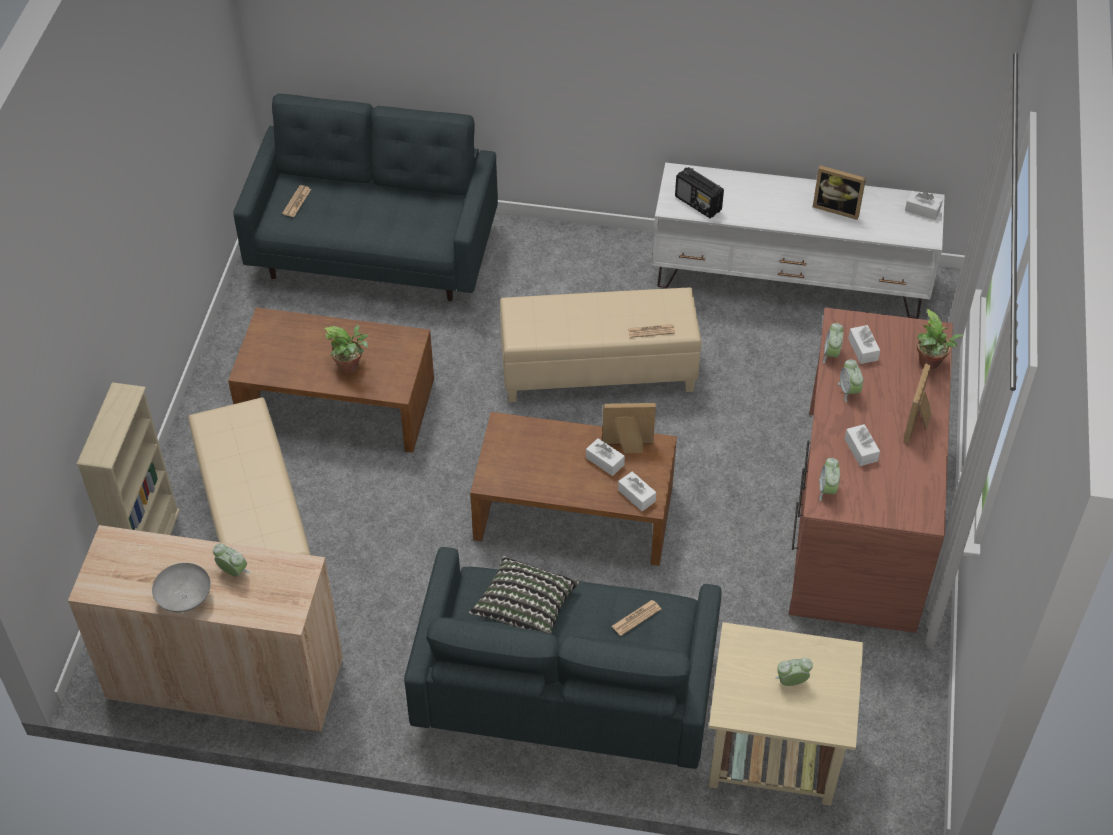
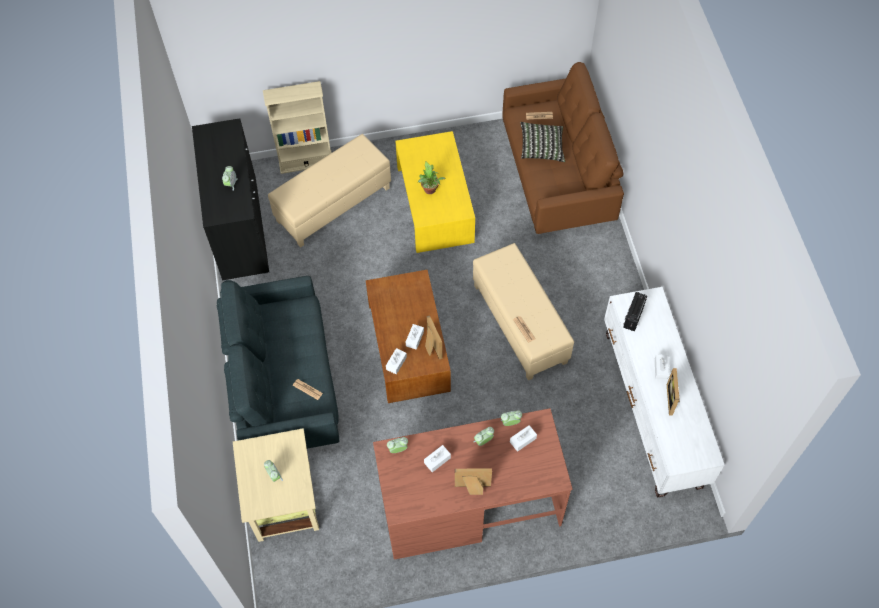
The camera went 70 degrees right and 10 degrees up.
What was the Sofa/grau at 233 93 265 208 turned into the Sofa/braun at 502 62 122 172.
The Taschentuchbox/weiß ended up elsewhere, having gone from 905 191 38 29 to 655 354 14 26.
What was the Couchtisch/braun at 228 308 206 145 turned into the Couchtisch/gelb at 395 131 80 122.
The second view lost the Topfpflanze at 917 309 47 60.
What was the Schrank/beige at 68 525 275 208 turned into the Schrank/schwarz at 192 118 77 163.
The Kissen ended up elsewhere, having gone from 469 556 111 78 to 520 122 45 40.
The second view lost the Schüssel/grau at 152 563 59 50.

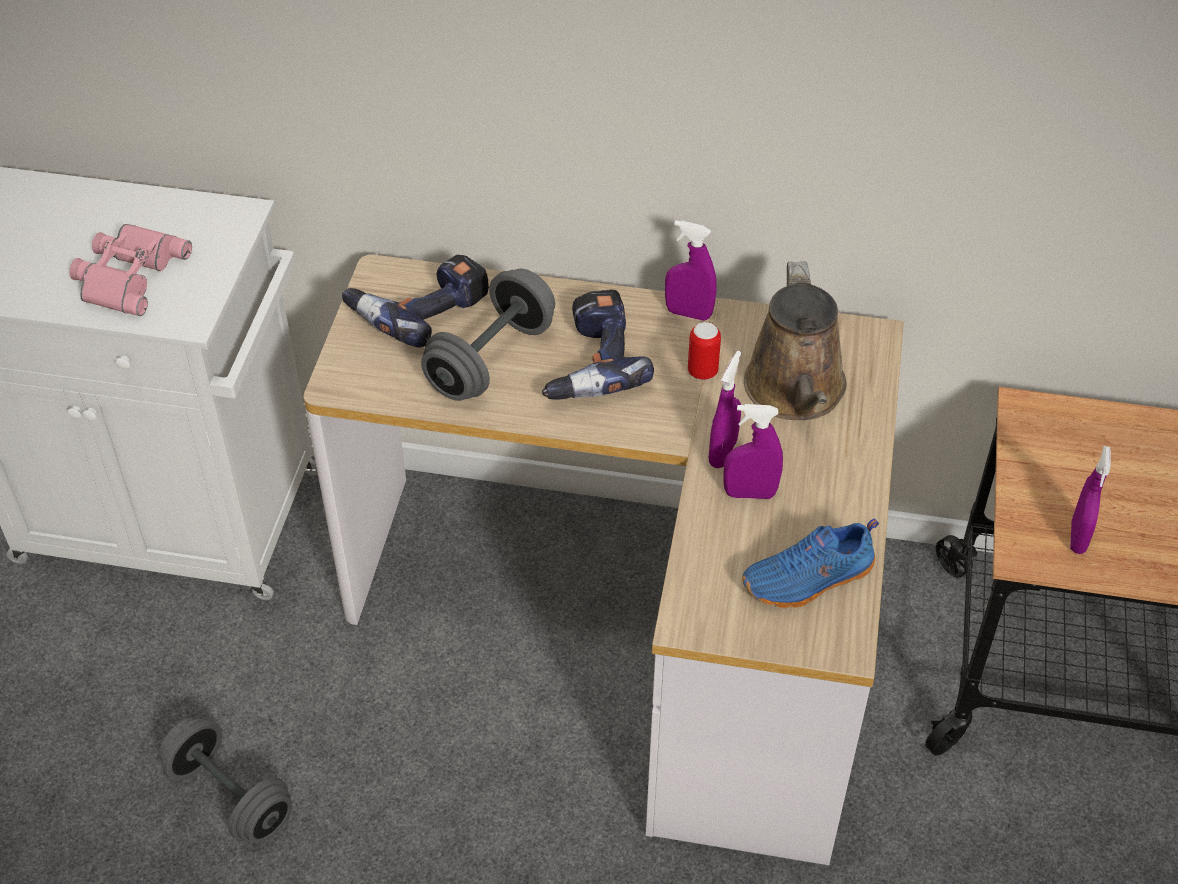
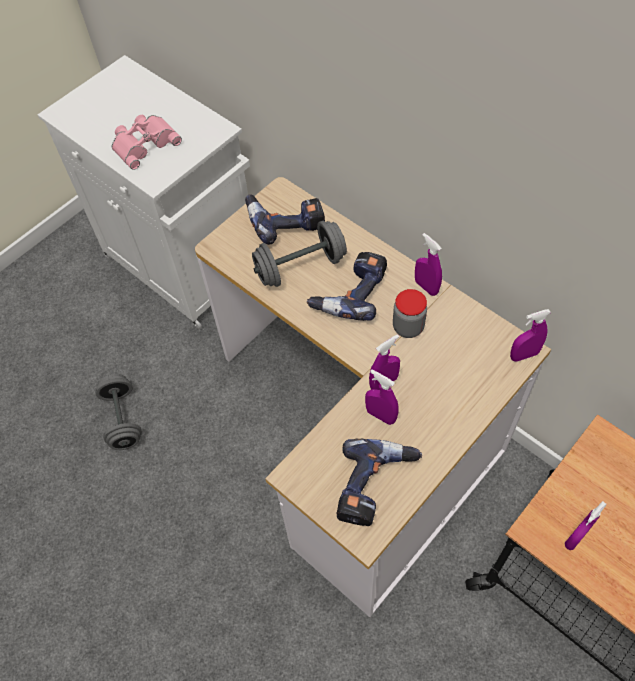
The camera went 35 degrees right and 10 degrees up.
The second view lost the Gießkanne/braun at 744 261 103 159.
Where the Dose stood at 688 322 33 58, the Vorratsglas came to stand at 393 289 34 49.
Where the Schuh/blau stood at 742 518 137 90, the Bohrmaschine came to stand at 336 439 86 87.
The second view gained the Sprühflasche/lila at 510 309 41 53.

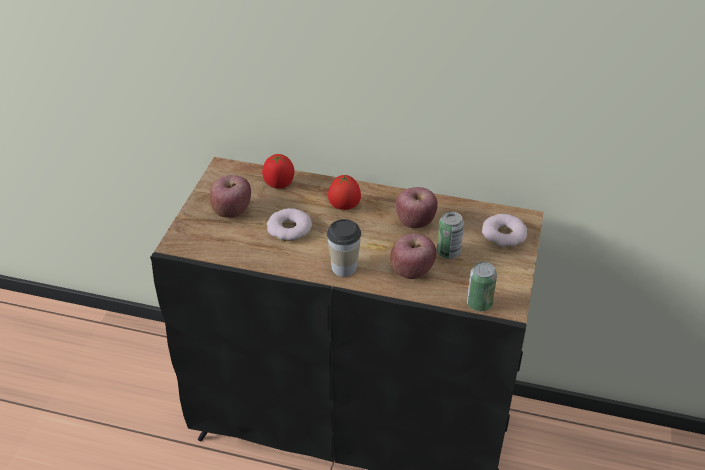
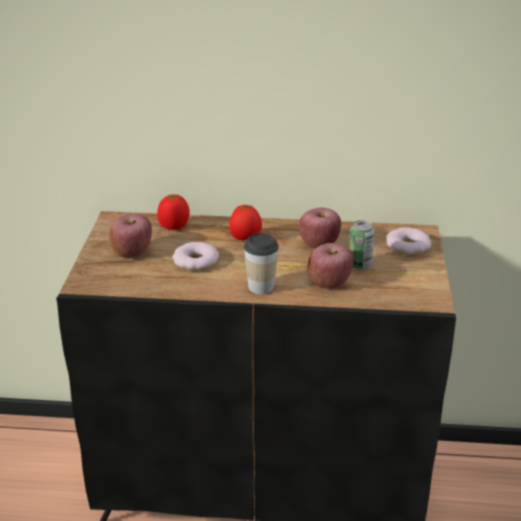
The camera went 10 degrees left and 10 degrees down.
The second view lost the Dose at 467 262 30 49.

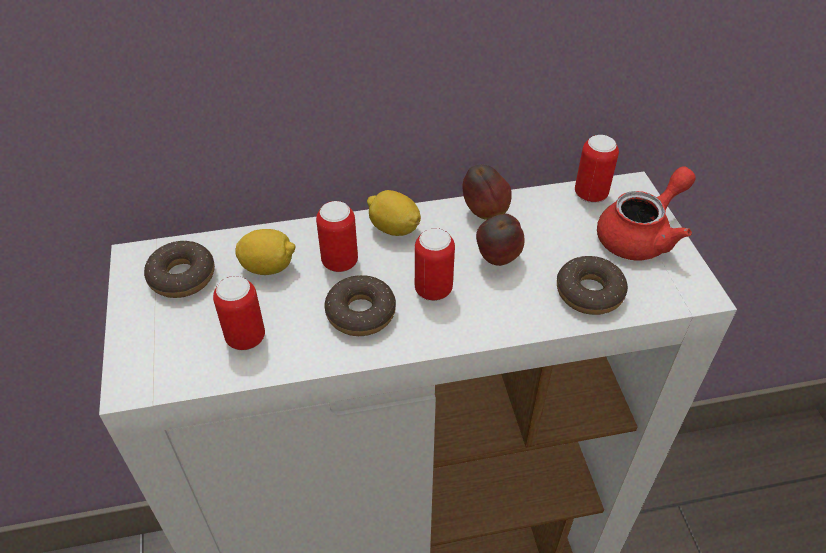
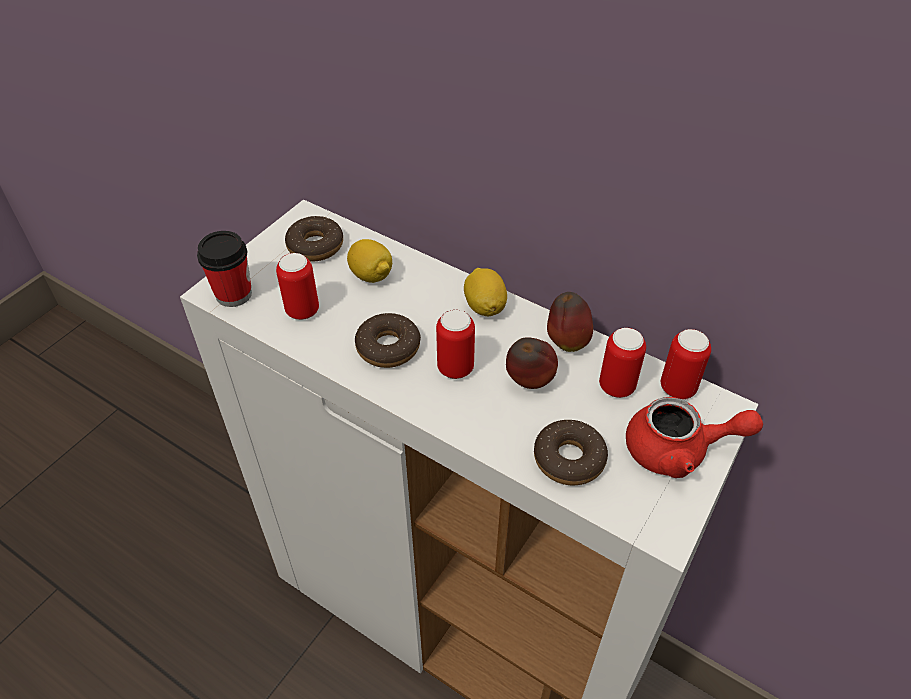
The camera went 45 degrees right and 0 degrees up.
The Dose ended up elsewhere, having gone from 316 201 42 71 to 599 328 47 70.
The second view gained the Tasse at 197 231 55 76.

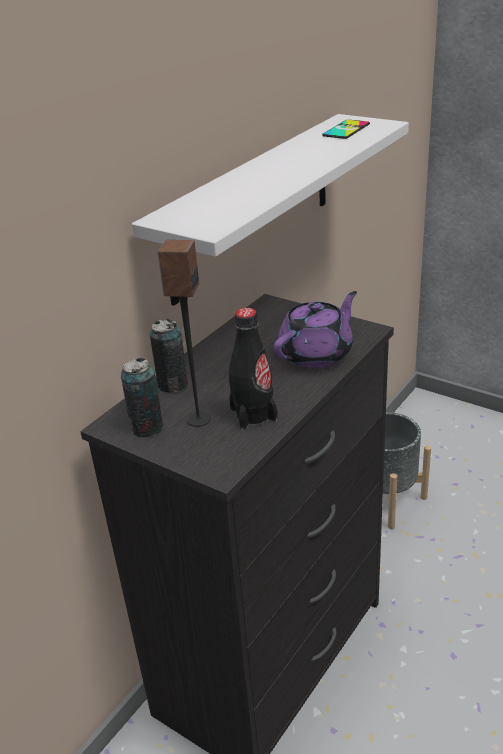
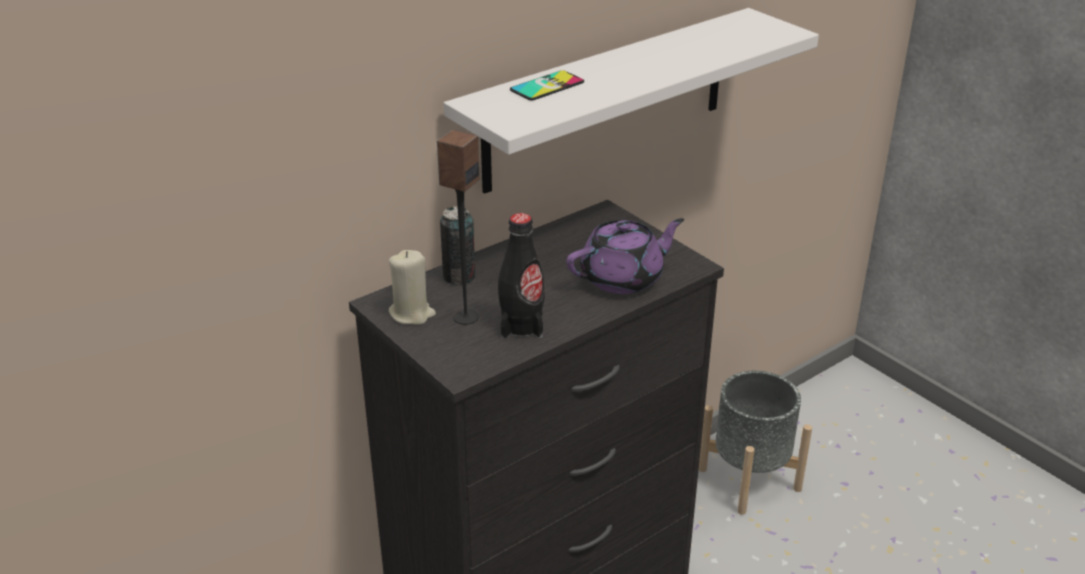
The camera went 15 degrees right and 0 degrees up.
The Handy ended up elsewhere, having gone from 322 120 48 19 to 510 70 74 30.
Where the Dose stood at 121 358 42 79, the Kerze/beige came to stand at 389 250 47 75.

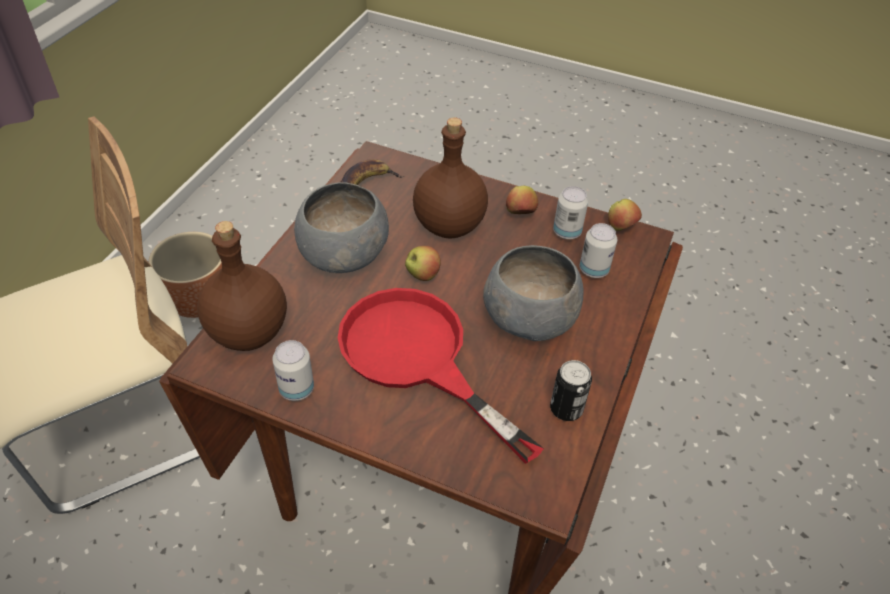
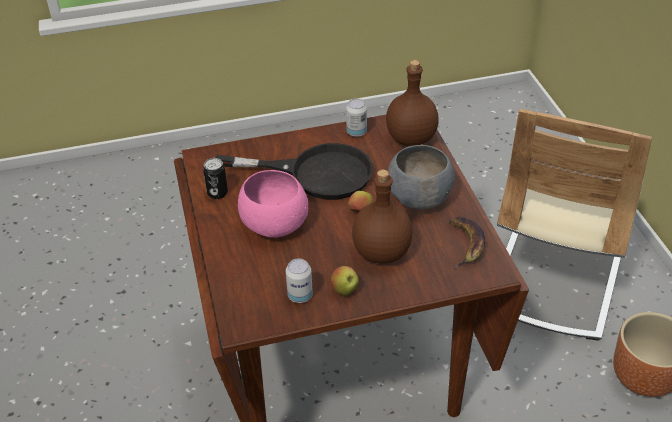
The camera went 145 degrees right and 5 degrees down.
The second view lost the Apfel at 608 199 34 32.
The second view lost the Dose at 579 223 38 55.
What was the Schüssel/grau at 483 245 101 96 turned into the Schüssel/rosa at 238 170 70 68.
What was the Pfanne/rot at 338 288 206 176 turned into the Pfanne/schwarz at 215 143 158 57.

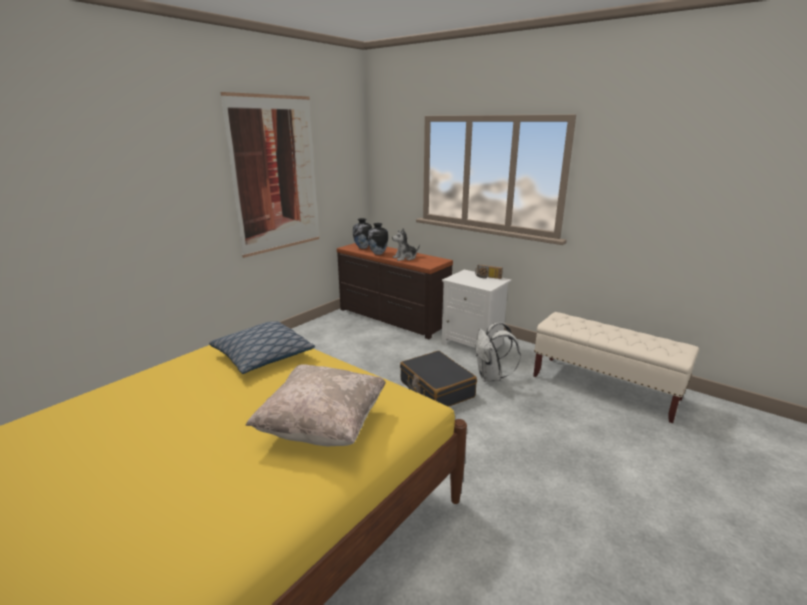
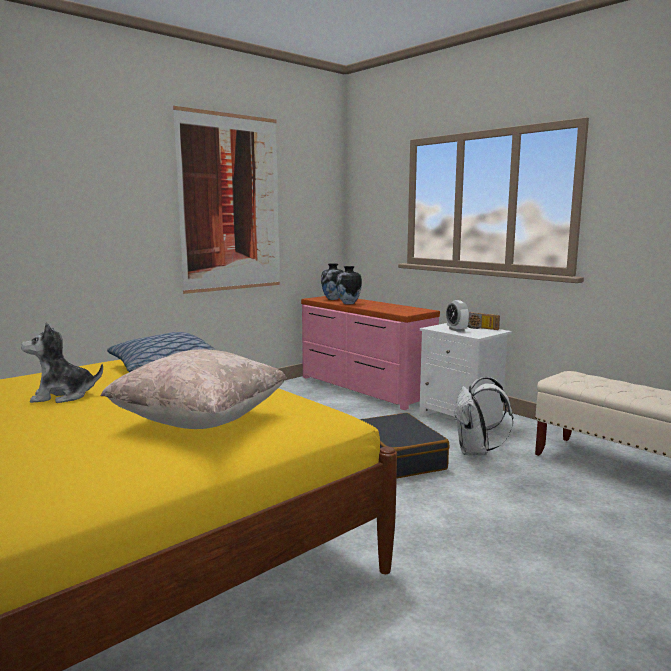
The camera went 10 degrees right and 10 degrees down.
The Plüschtier ended up elsewhere, having gone from 392 228 28 33 to 21 323 82 80.
What was the Kommode/braun at 337 243 116 96 turned into the Kommode/rosa at 301 296 139 114.
The second view gained the Wecker at 446 300 23 32.

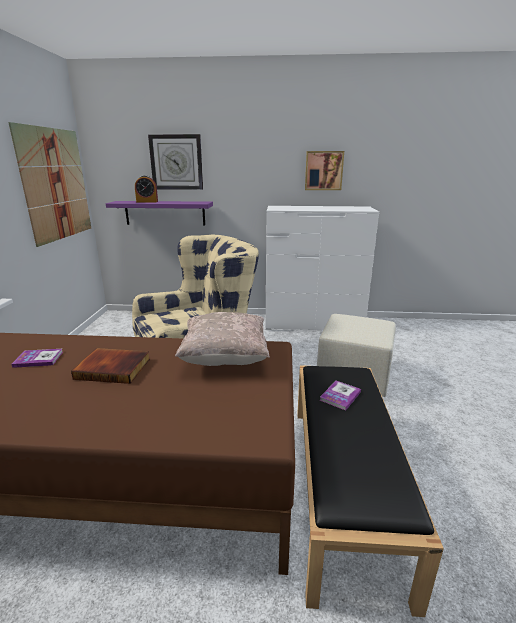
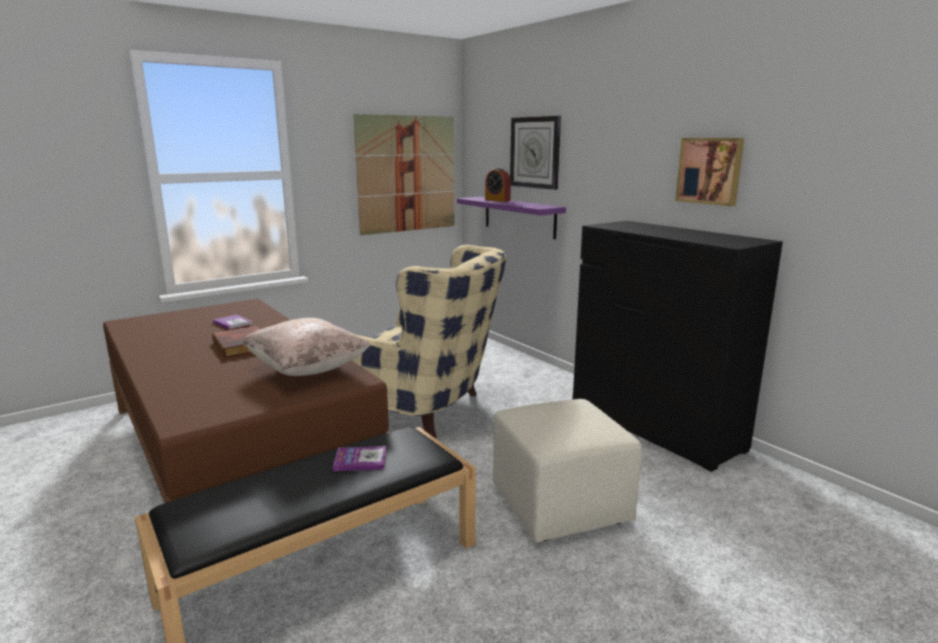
The camera went 50 degrees right and 5 degrees down.
What was the Kommode/weiß at 266 206 113 124 turned into the Kommode/schwarz at 573 221 210 251.

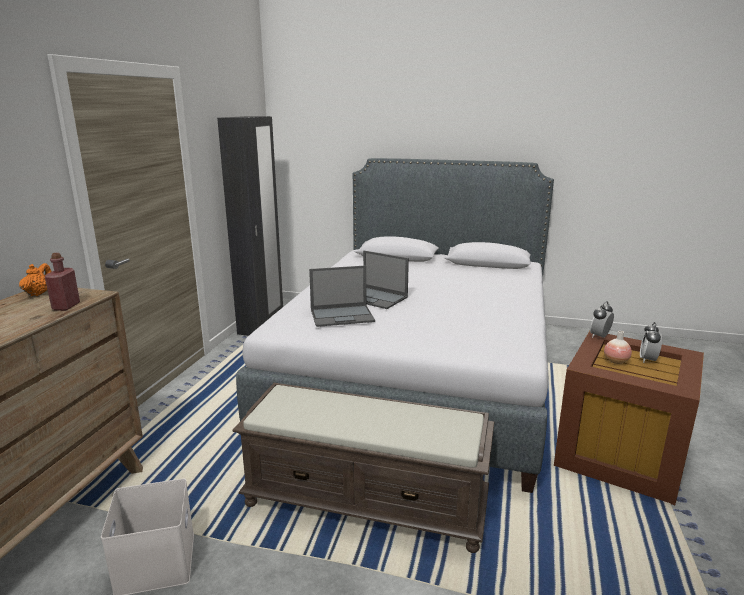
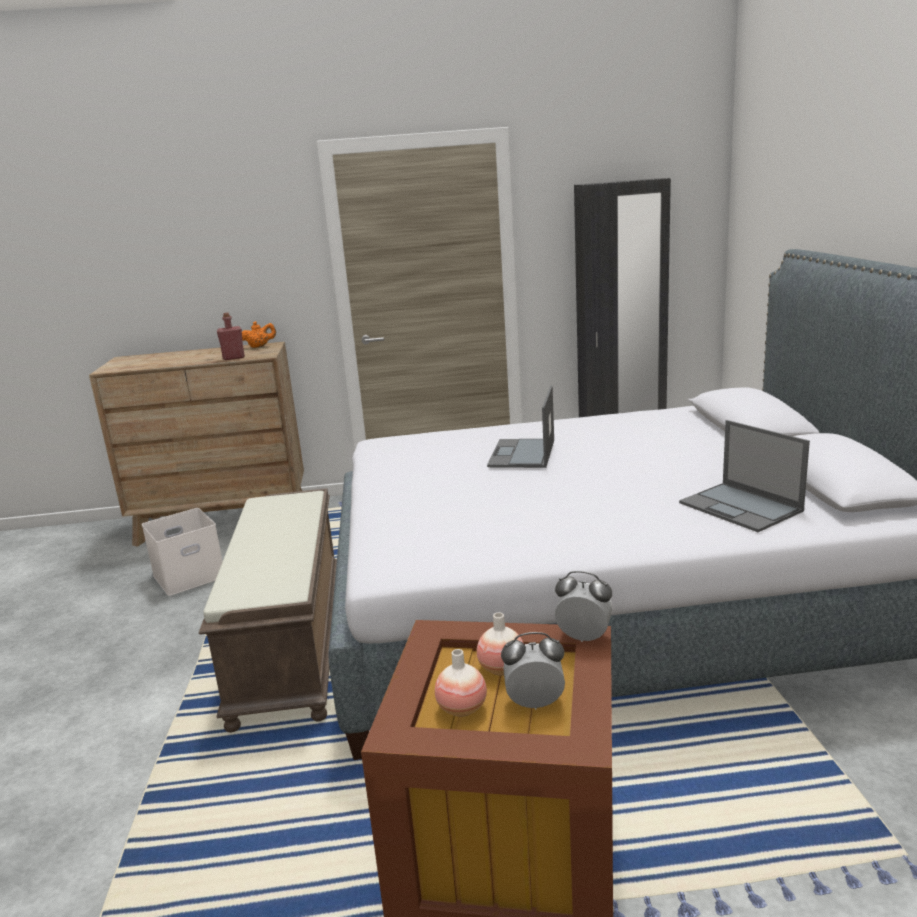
The camera went 70 degrees right and 0 degrees up.
The Laptop ended up elsewhere, having gone from 309 265 66 62 to 679 420 131 112.
The second view gained the Vase at 435 649 52 68.

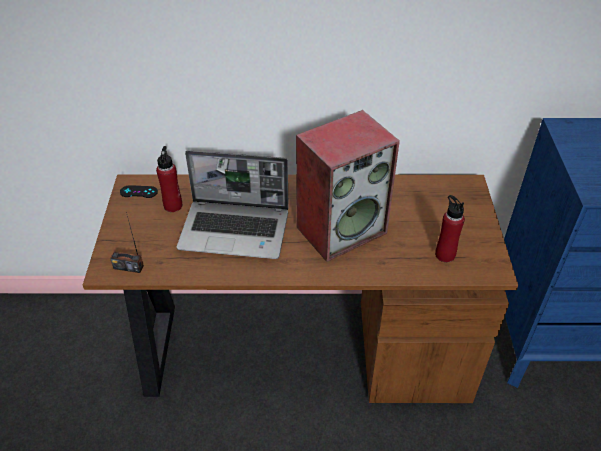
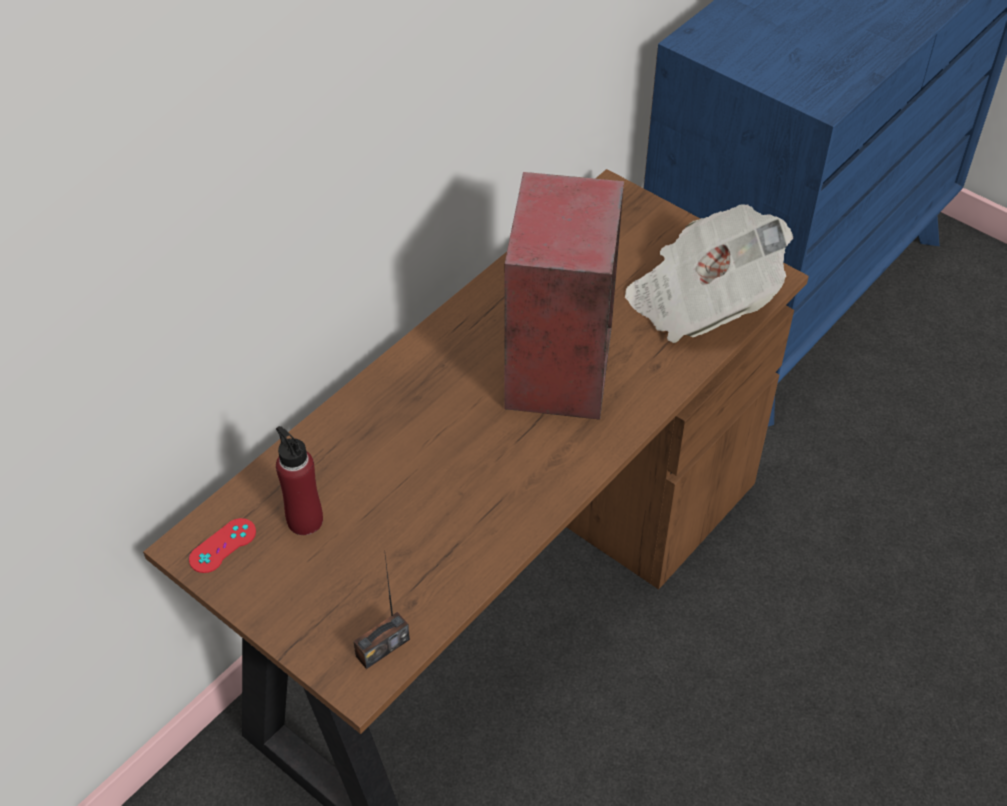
The camera went 50 degrees left and 5 degrees up.
The second view lost the Laptop at 177 150 112 109.
What was the Gamepad/schwarz at 120 185 38 13 turned into the Gamepad/rot at 189 518 67 55.
Where the Flasche/rot stood at 435 195 30 67, the Zeitung came to stand at 625 204 168 139.

